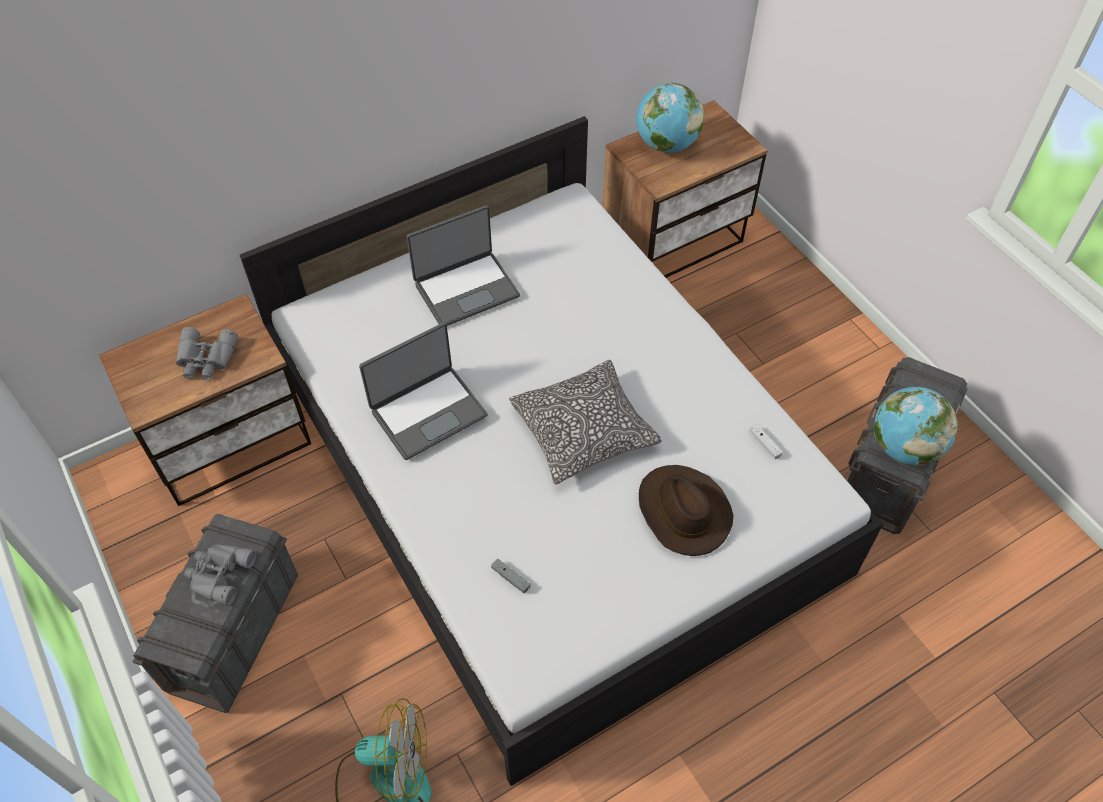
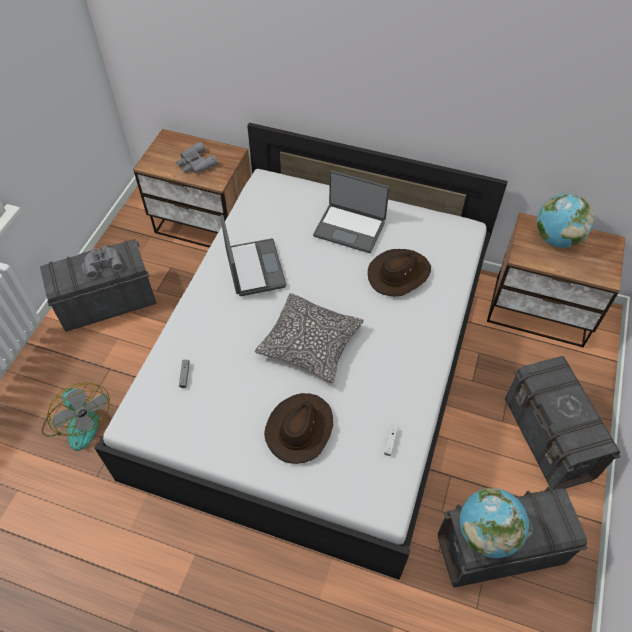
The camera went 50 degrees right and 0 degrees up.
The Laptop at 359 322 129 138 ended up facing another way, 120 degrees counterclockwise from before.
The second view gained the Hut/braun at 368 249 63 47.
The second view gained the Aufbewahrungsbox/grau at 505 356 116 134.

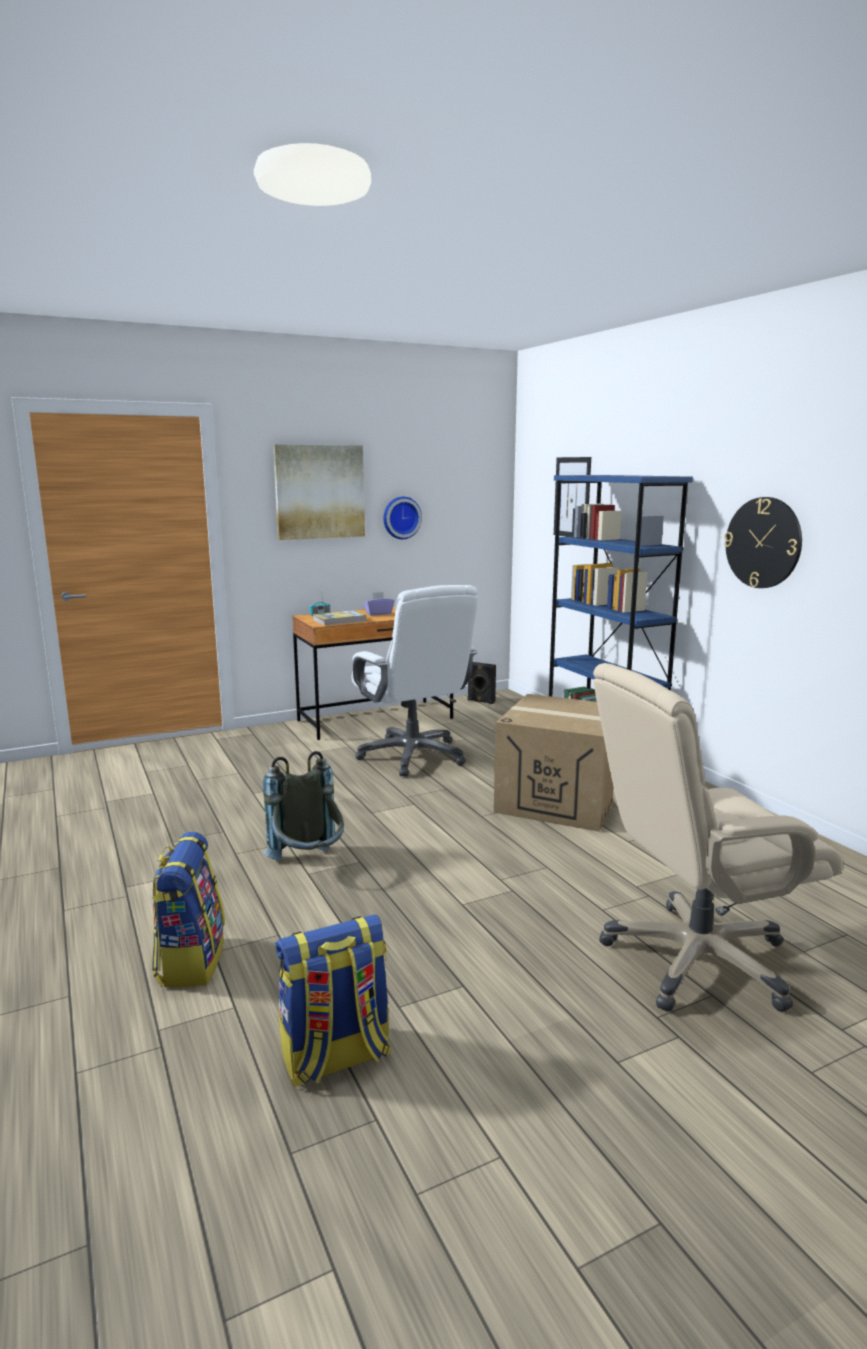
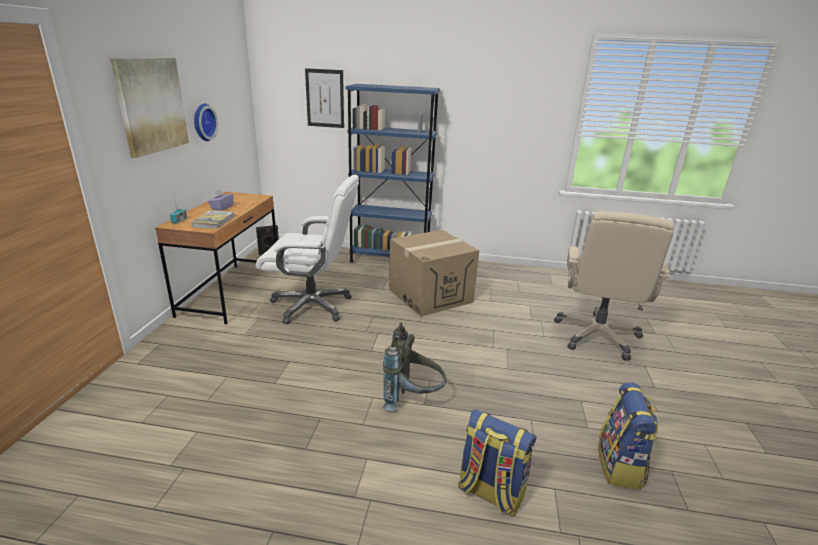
The camera went 55 degrees left and 10 degrees up.
The second view lost the Wanduhr at 724 497 78 91.

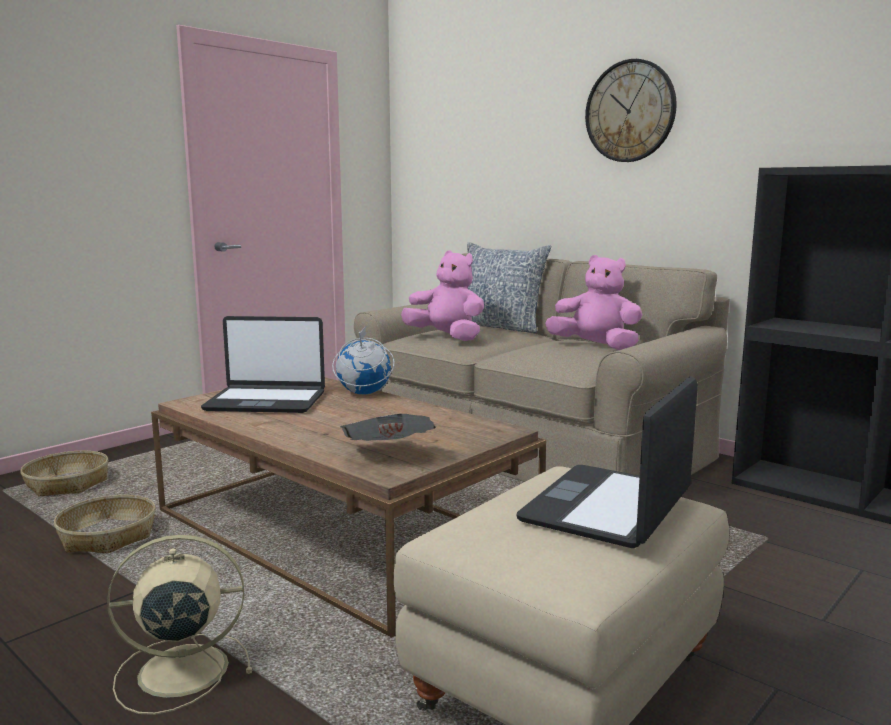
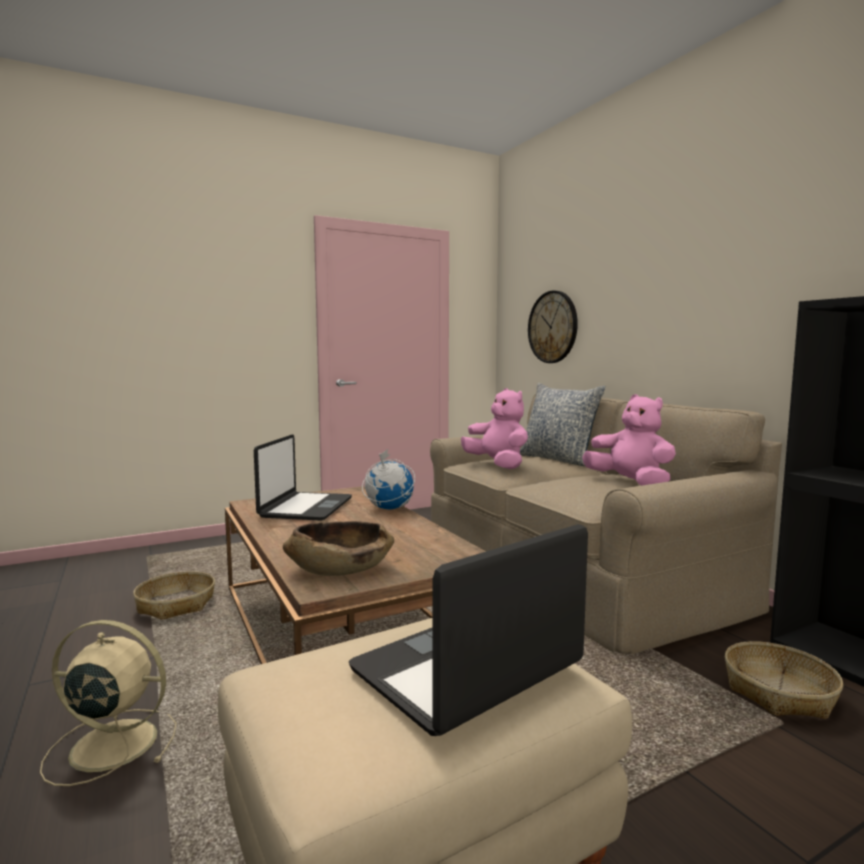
The camera went 20 degrees right and 5 degrees down.
The Wanduhr ended up elsewhere, having gone from 585 59 92 103 to 528 291 50 72.
The Laptop at 201 316 124 97 ended up facing another way, 105 degrees counterclockwise from before.
Where the Zeitung stood at 340 414 96 27, the Schüssel/braun came to stand at 283 521 111 55.
The Korb ended up elsewhere, having gone from 21 451 87 45 to 725 641 119 78.

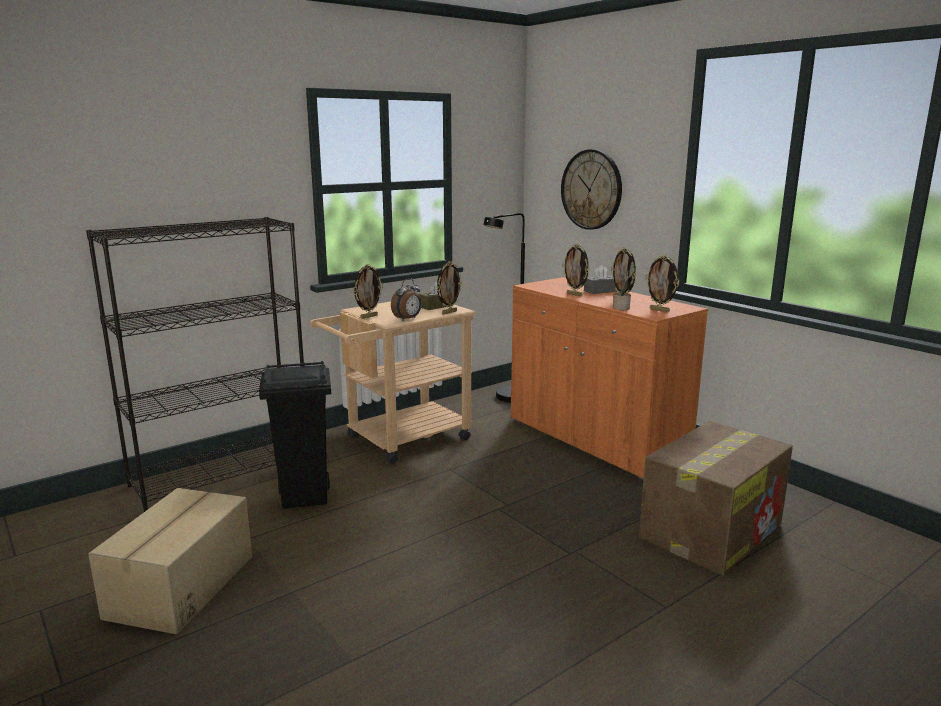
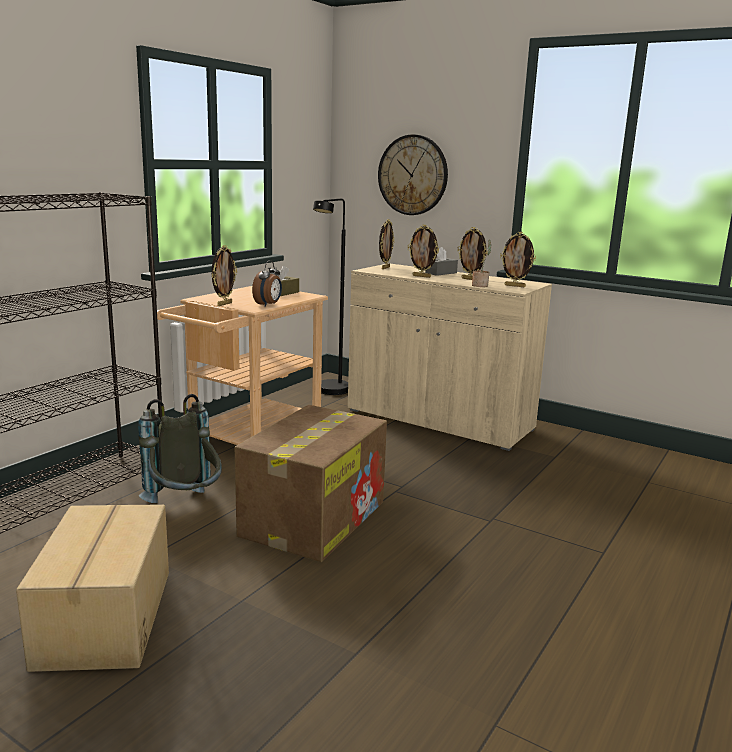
The camera went 20 degrees left and 0 degrees up.
The Bilderrahmen ended up elsewhere, having gone from 436 261 27 53 to 379 219 15 50.
What was the Schrank/orange at 511 277 197 203 turned into the Schrank/beige at 348 263 204 188.
Where the Mülleimer/schwarz stood at 259 361 72 148, the Rucksack/grau came to stand at 138 394 84 109.
The Karton ended up elsewhere, having gone from 639 421 154 154 to 235 405 152 157.

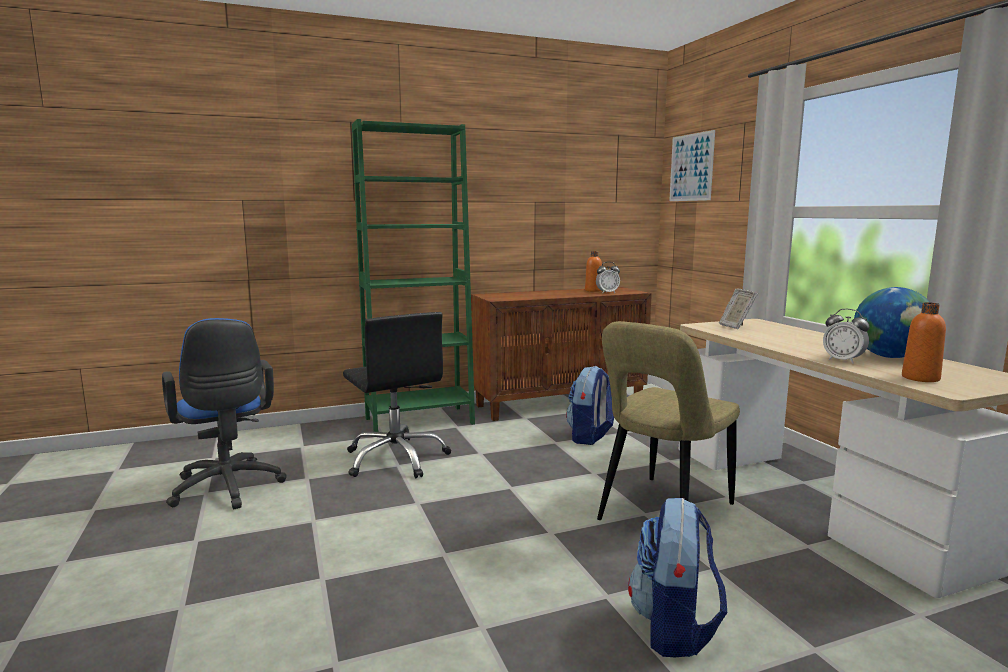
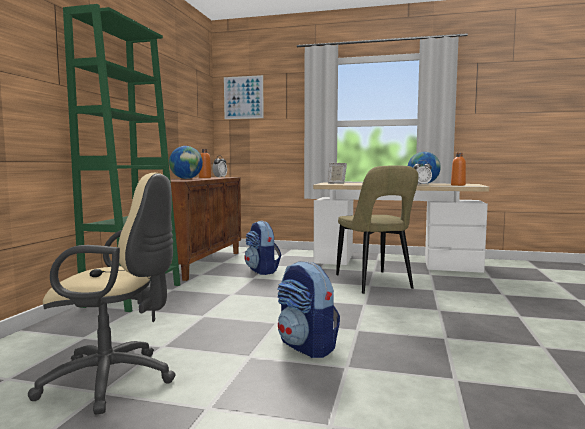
The camera went 55 degrees left and 5 degrees down.
The second view lost the Bürostuhl/schwarz at 343 312 108 166.
What was the Bürostuhl/blau at 162 318 125 191 turned into the Bürostuhl/beige at 28 173 148 241.
The Rucksack ended up elsewhere, having gone from 628 498 99 159 to 277 261 63 97.
The second view gained the Globus at 169 146 34 33.

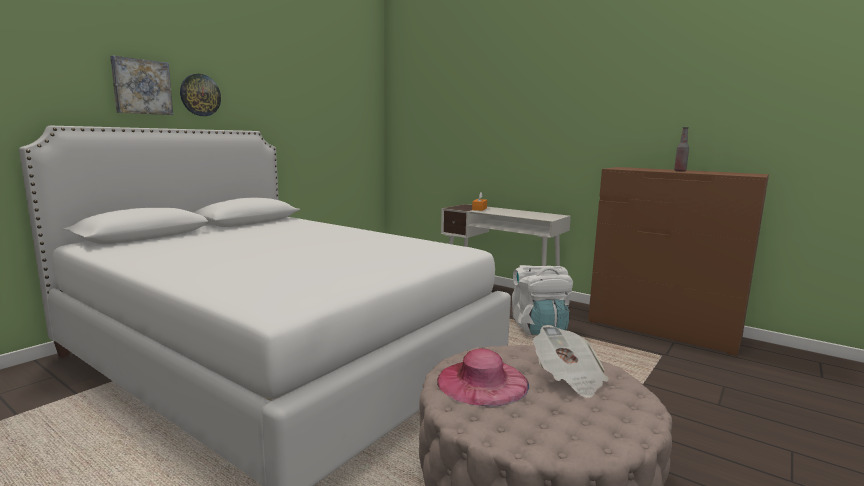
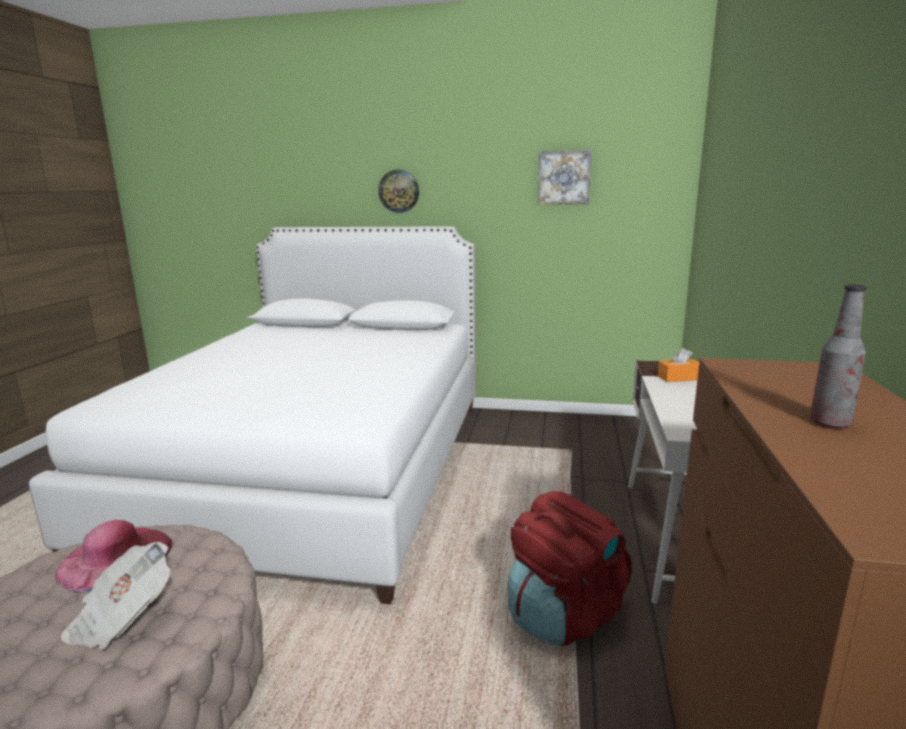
The camera went 65 degrees right and 5 degrees up.
The Bild ended up elsewhere, having gone from 110 55 63 60 to 538 150 53 55.
What was the Rucksack/weiß at 512 265 61 70 turned into the Rucksack/rot at 508 491 124 155.

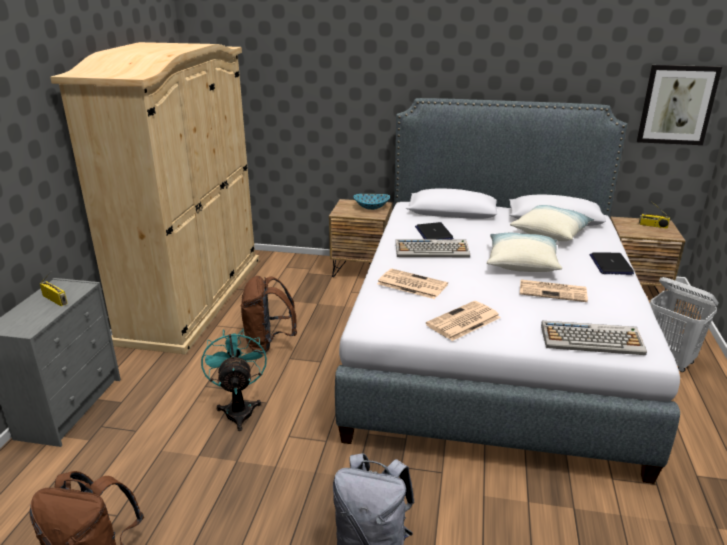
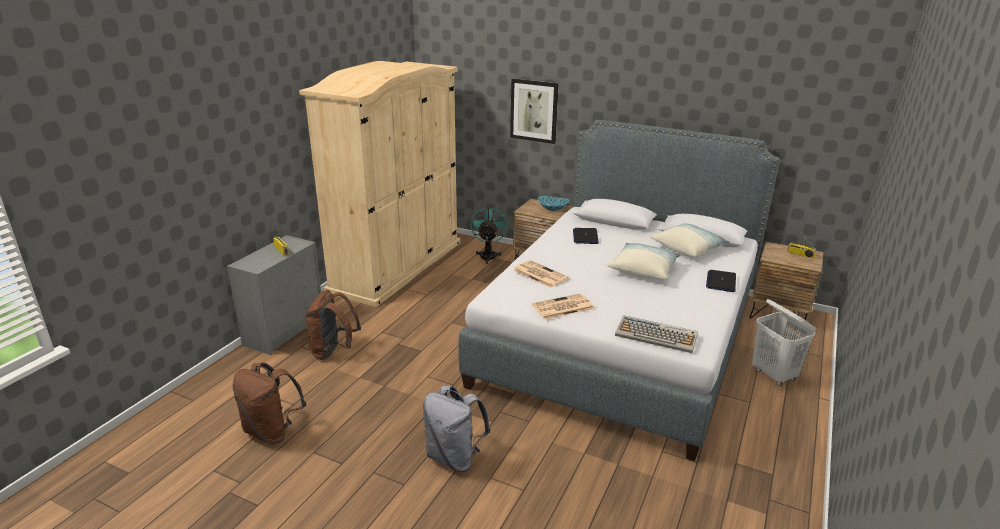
The camera went 15 degrees right and 0 degrees up.
The Bild ended up elsewhere, having gone from 637 65 85 80 to 510 79 49 65.
The second view lost the Tastatur at 396 239 74 18.
The Rucksack/braun ended up elsewhere, having gone from 241 276 56 78 to 305 290 56 70.
The second view lost the Zeitung at 520 280 68 22.
The Ventilator/türkis ended up elsewhere, having gone from 201 329 66 102 to 470 206 38 58.

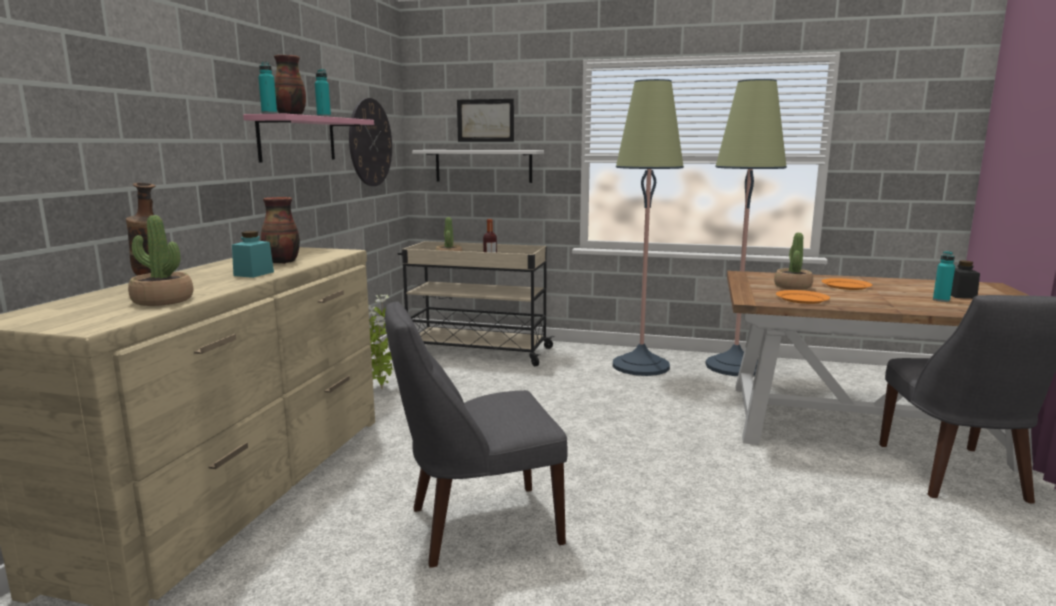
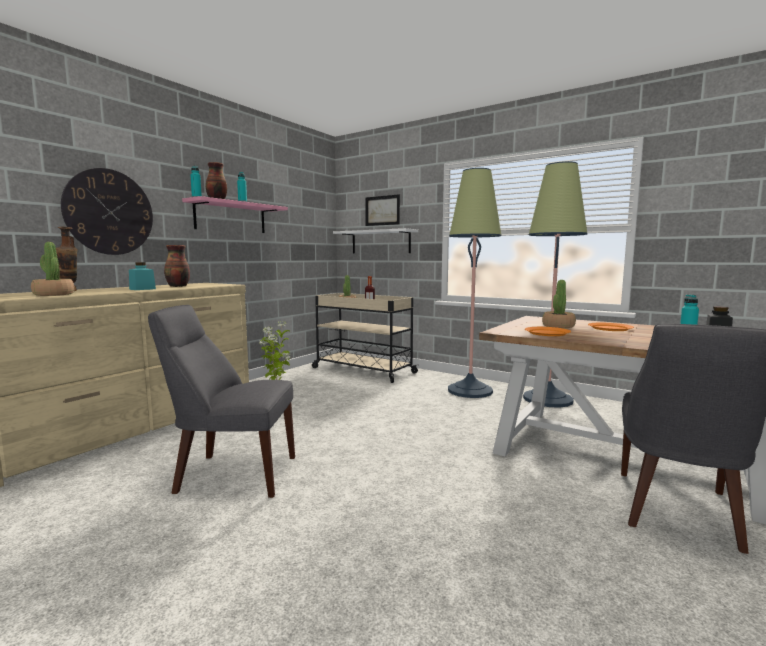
The camera went 20 degrees right and 5 degrees down.
The Wanduhr ended up elsewhere, having gone from 349 98 43 88 to 61 168 92 87.

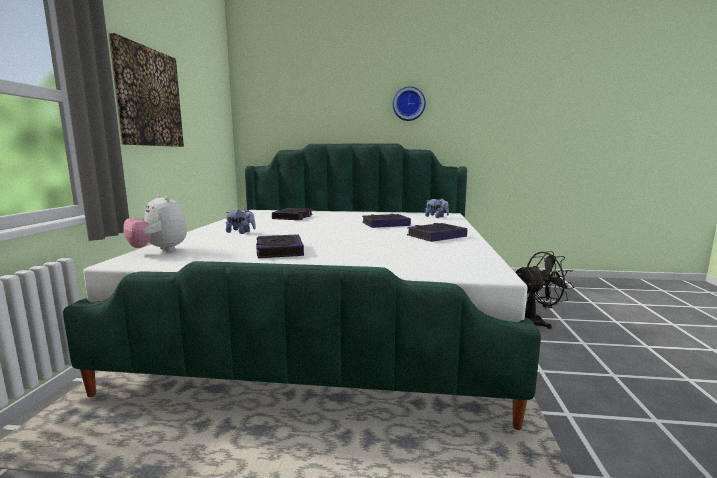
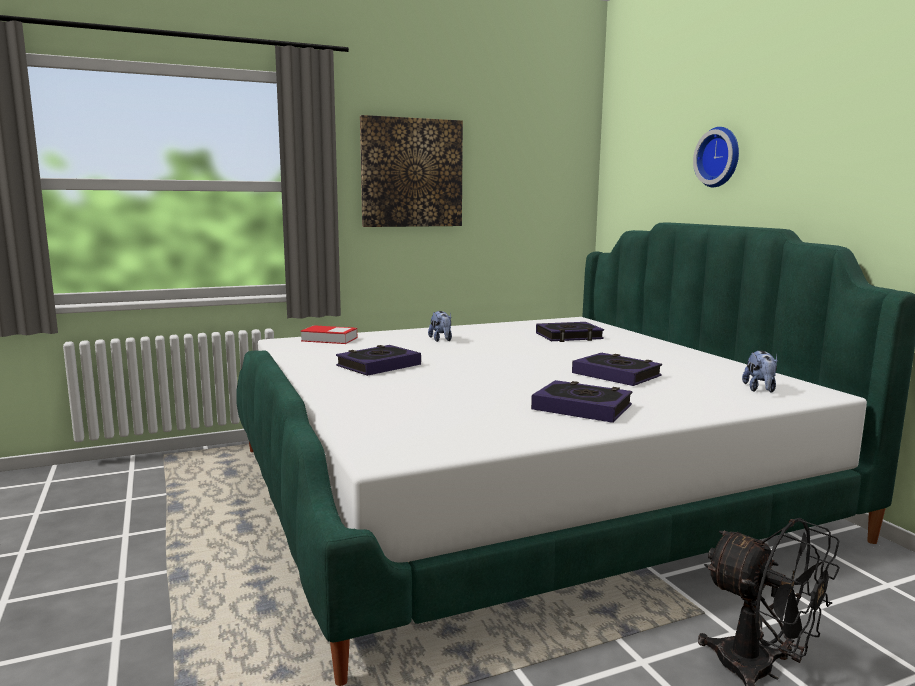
The camera went 60 degrees right and 0 degrees up.
The Wanduhr ended up elsewhere, having gone from 393 86 33 35 to 693 127 46 60.
Where the Plüschtier stood at 123 195 64 57, the Buch came to stand at 301 325 56 19.

